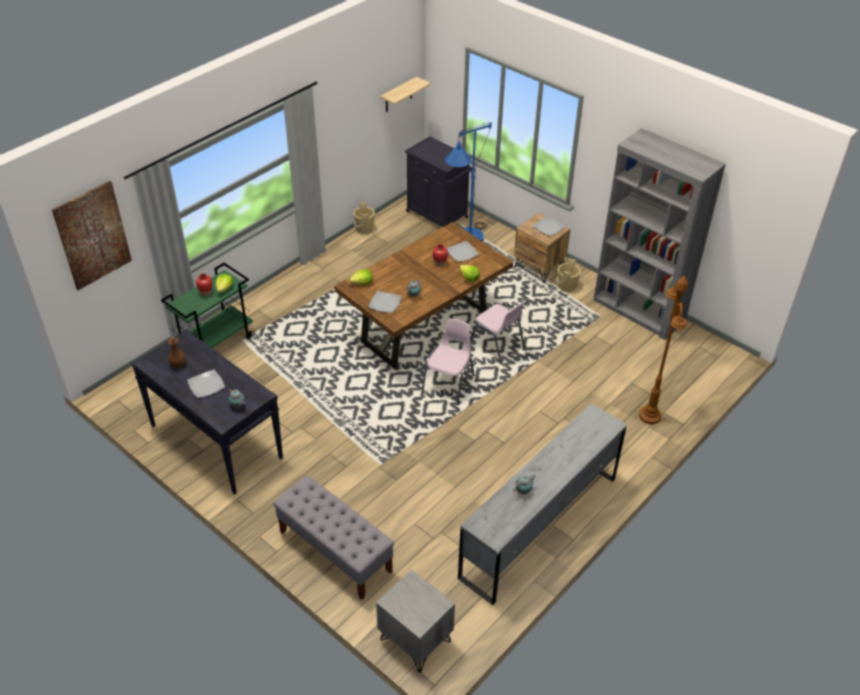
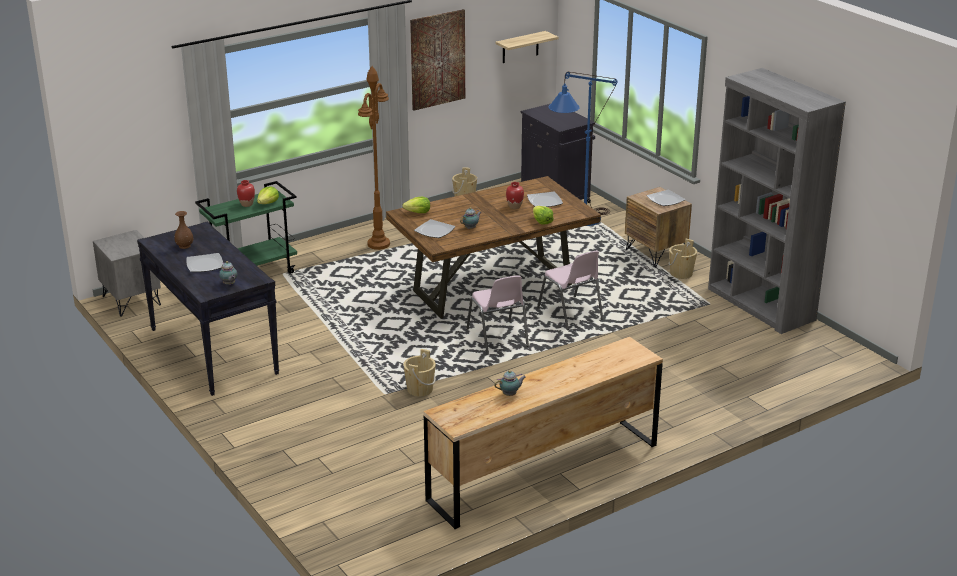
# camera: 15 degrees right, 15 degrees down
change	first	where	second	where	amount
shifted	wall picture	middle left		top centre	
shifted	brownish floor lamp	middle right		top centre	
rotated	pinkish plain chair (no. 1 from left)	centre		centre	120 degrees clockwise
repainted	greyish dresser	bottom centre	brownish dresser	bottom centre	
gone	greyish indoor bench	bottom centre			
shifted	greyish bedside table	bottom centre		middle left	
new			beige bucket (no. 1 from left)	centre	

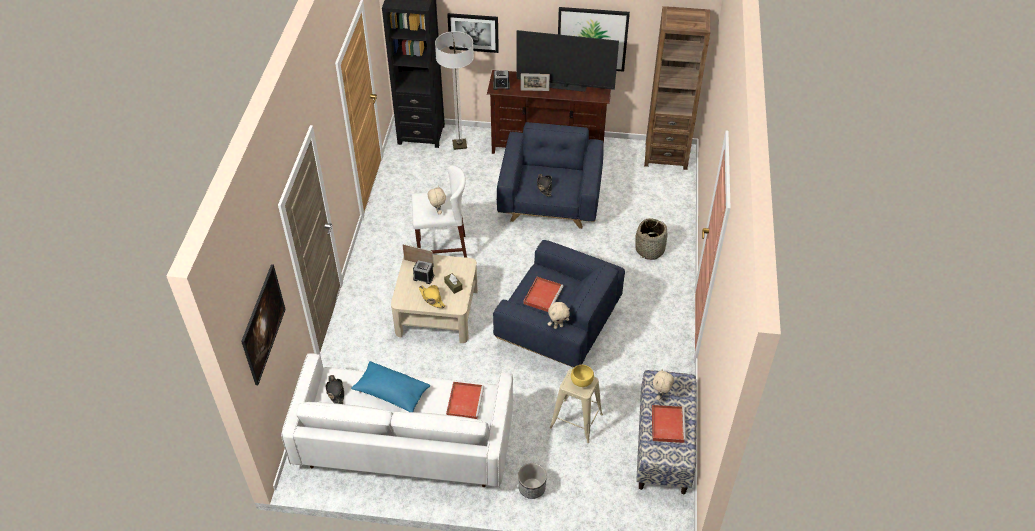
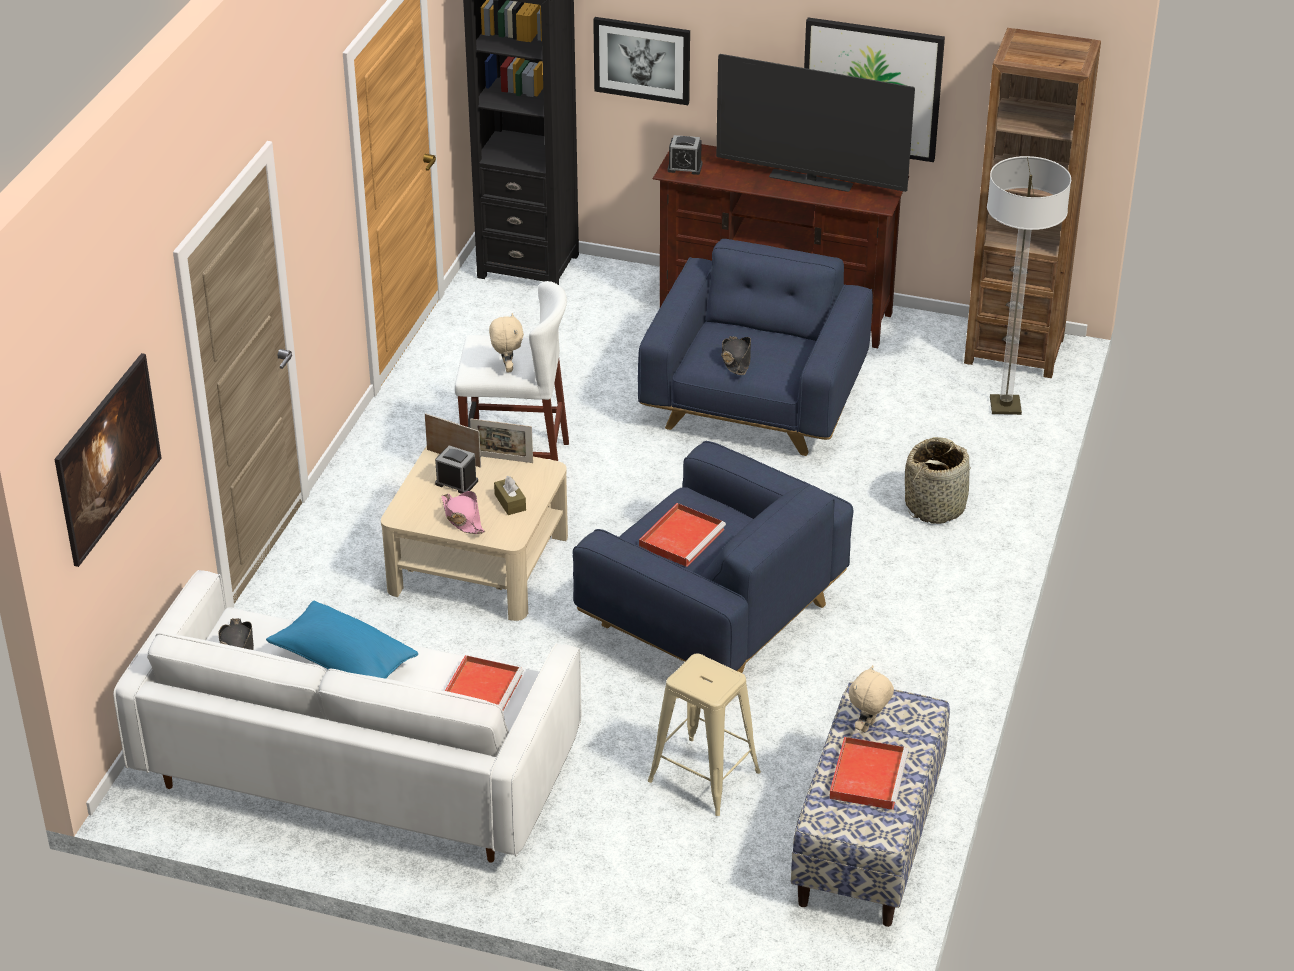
# camera: 10 degrees right, 10 degrees down
change	first	where	second	where	amount
shifted	floor lamp	top centre		top right	
shifted	standing frame (no. 2 from left)	top centre		centre	
repainted	yellowish clothing hat	centre	pinkish clothing hat	centre	
gone	beige cuddly toy (no. 2 from left)	centre			
gone	yellowish bowl	bottom centre			
gone	planter	bottom centre			

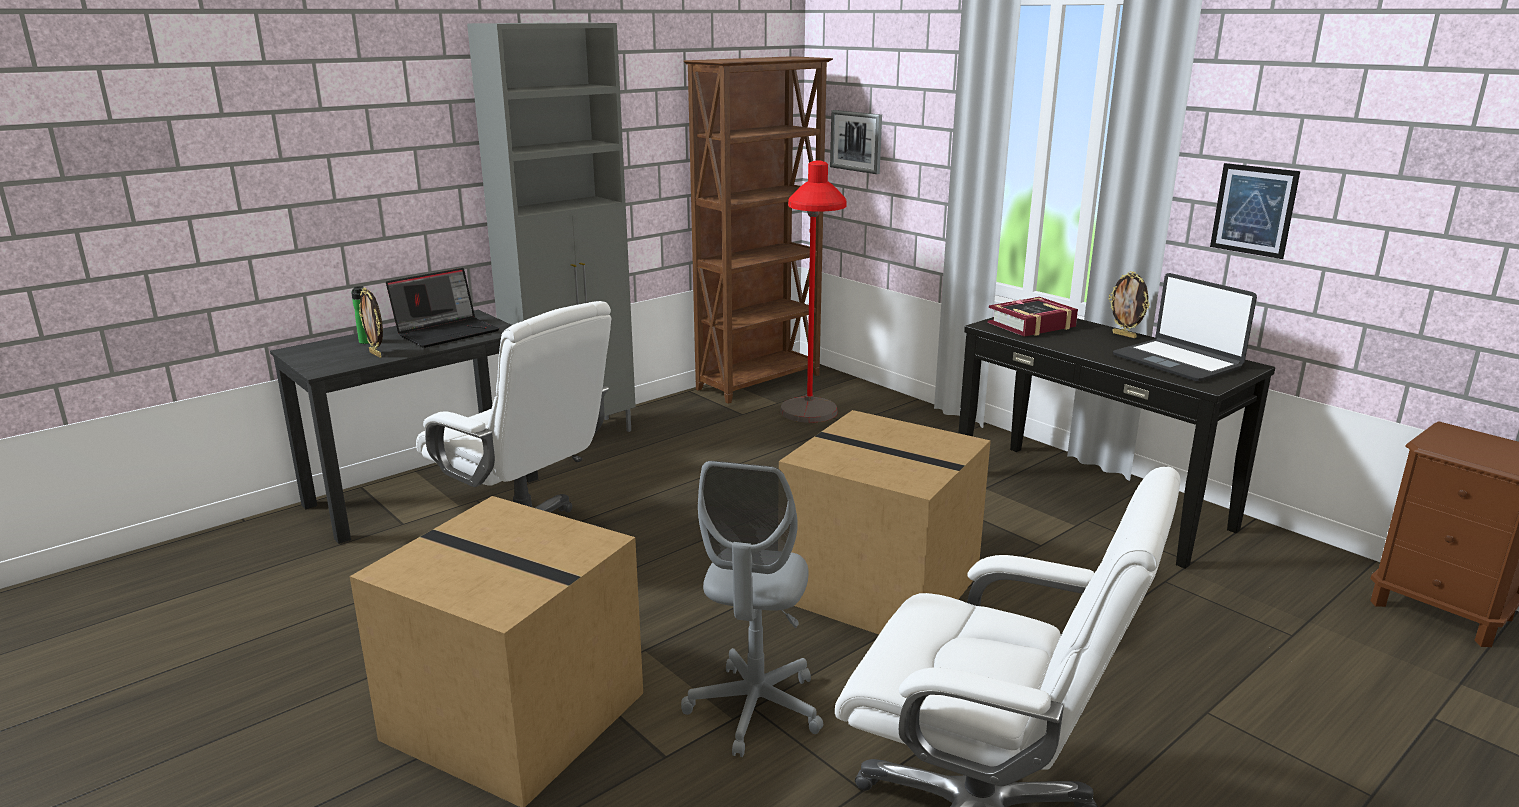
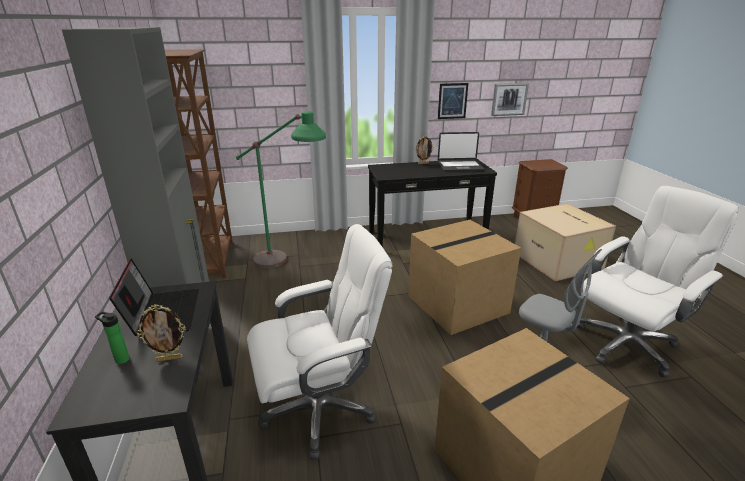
# camera: 60 degrees left, 5 degrees up
change	first	where	second	where	amount
shifted	wall picture (no. 1 from left in the first image)	top centre	wall picture (no. 2 from left)	top right	
repainted	red-coloured floor lamp	centre	green-coloured floor lamp	centre	
gone	book	middle right			
new			cardboard box (no. 3 from left)	middle right	

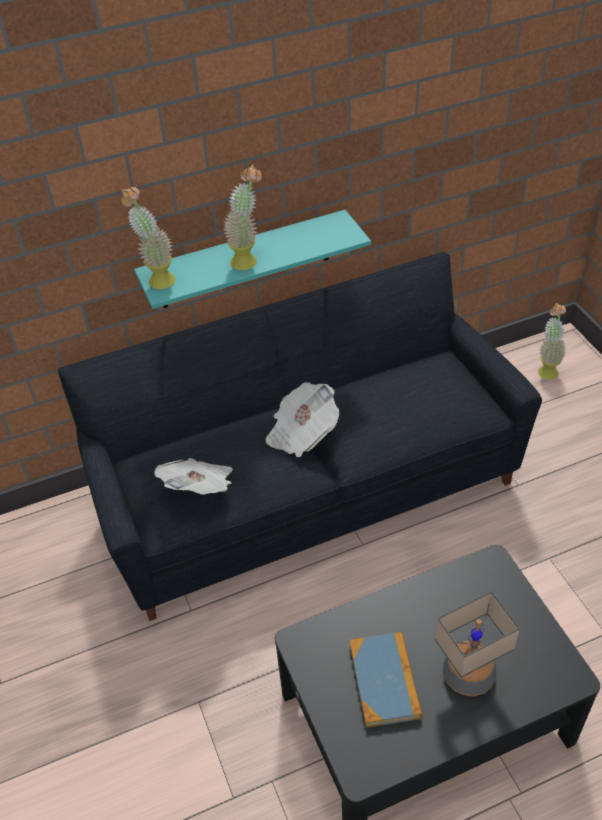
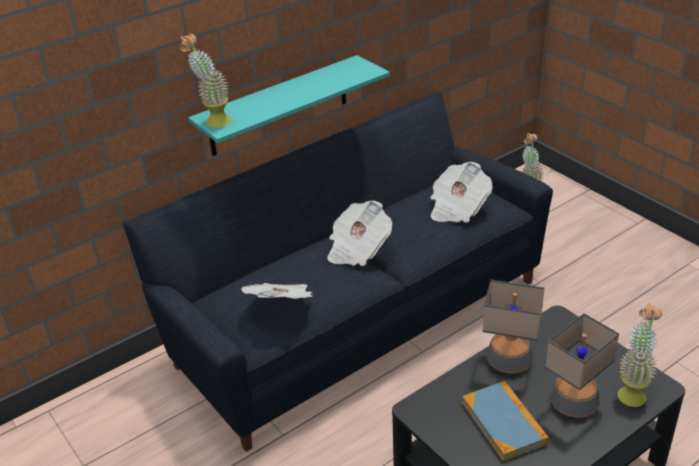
# camera: 15 degrees left, 10 degrees down
change	first	where	second	where	amount
shifted	houseplant (no. 2 from left in the first image)	top centre	houseplant (no. 3 from left)	bottom right	
new			printed paper (no. 3 from left)	centre	
new			table lamp (no. 1 from left)	bottom right	

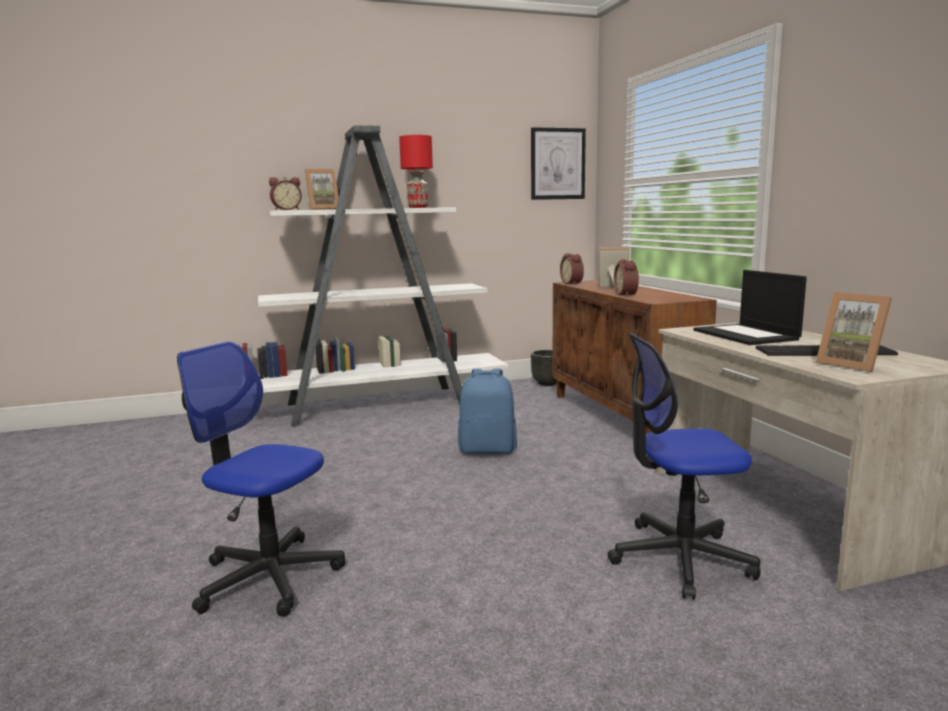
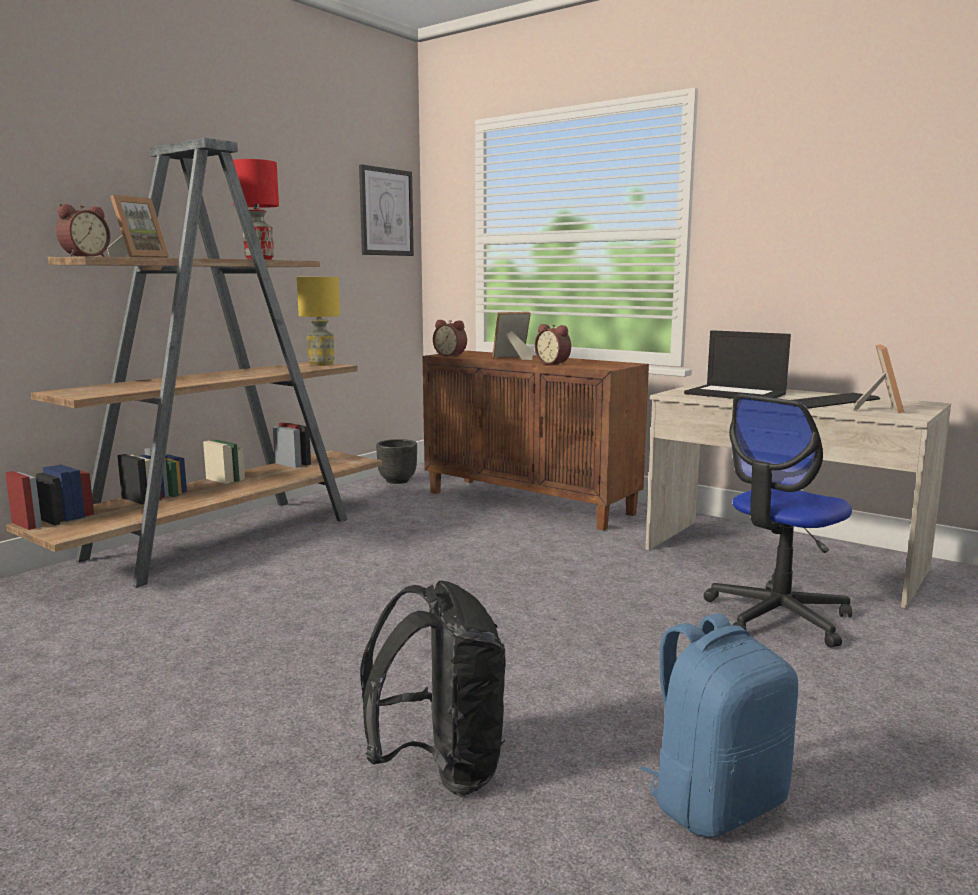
# camera: 35 degrees left, 0 degrees up
change	first	where	second	where	amount
repainted	white bookcase	centre	brownish bookcase	middle left	
rotated	standing frame (no. 3 from left)	middle right		middle right	90 degrees counterclockwise
swapped	computer chair (no. 1 from left)	bottom left	black-coloured knapsack	bottom centre	
shifted	blue-coloured knapsack	centre		bottom right	
new			yellowish table lamp	middle left	

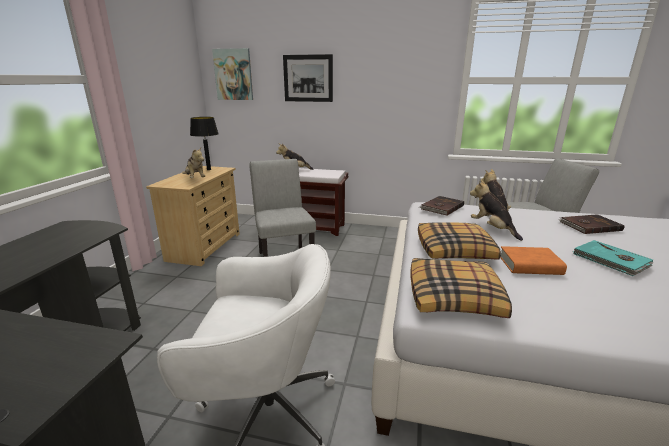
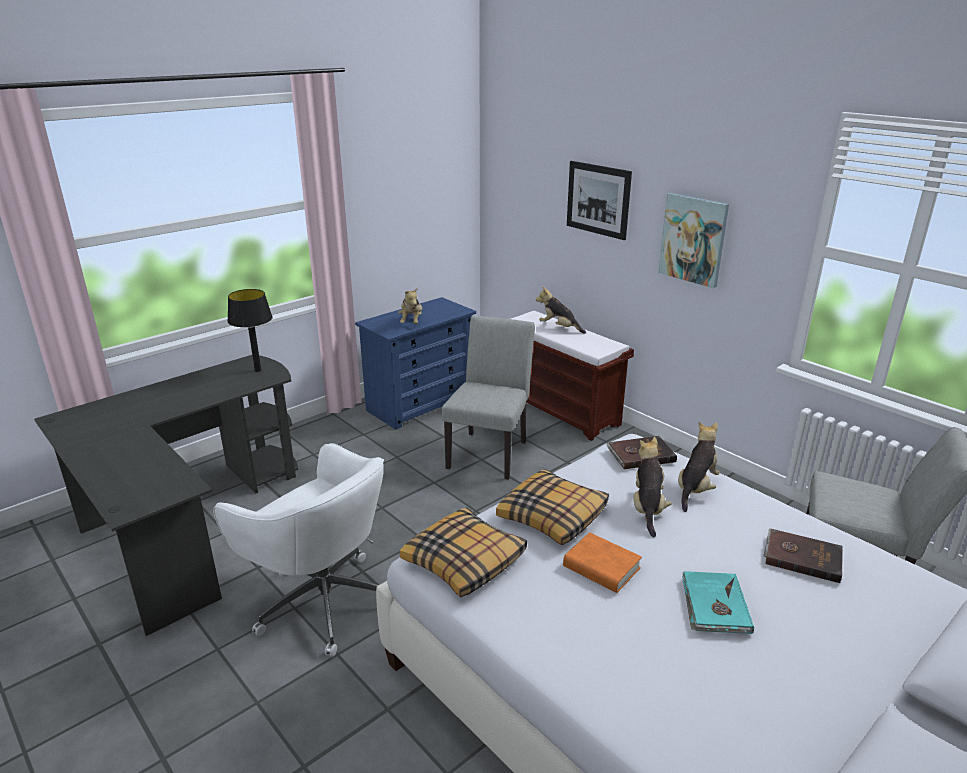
# camera: 35 degrees right, 5 degrees up
change	first	where	second	where	amount
shifted	wall picture (no. 1 from left in the first image)	top centre	wall picture (no. 2 from left)	top right	
shifted	black-coloured table lamp	top left		middle left	
repainted	beige dresser	middle left	blue-coloured dresser	centre	

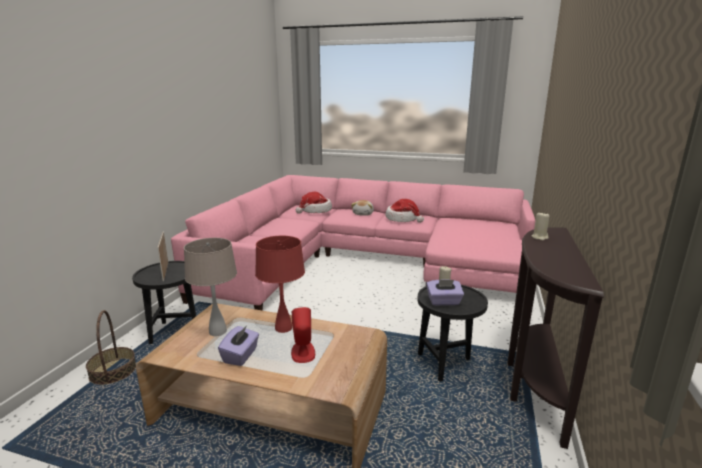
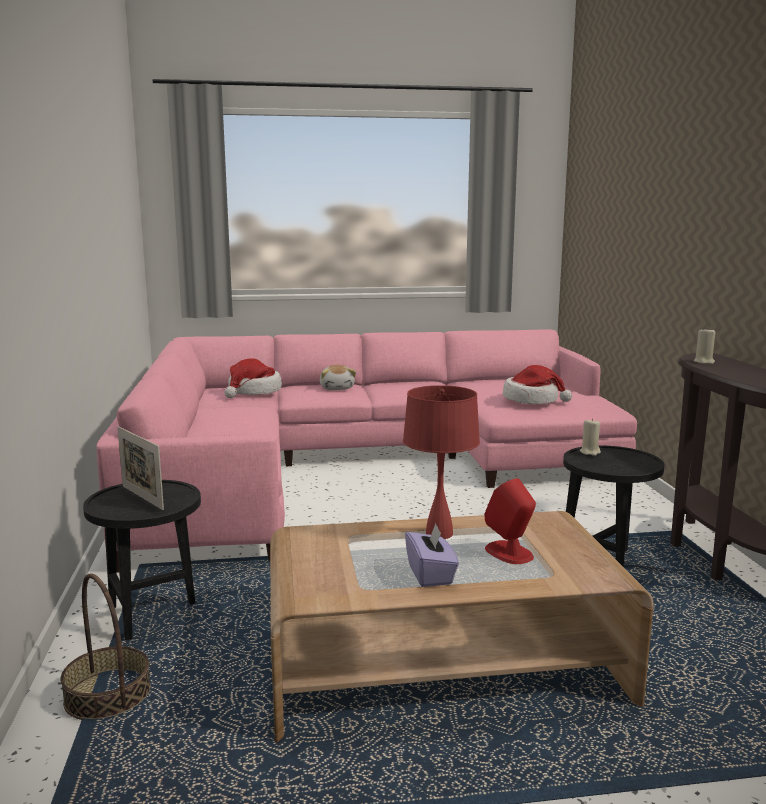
# camera: 25 degrees left, 5 degrees down
change	first	where	second	where	amount
shifted	clothing hat (no. 2 from left)	centre		middle right	
gone	beige table lamp	middle left			
gone	purple tissue holder (no. 2 from left)	centre			

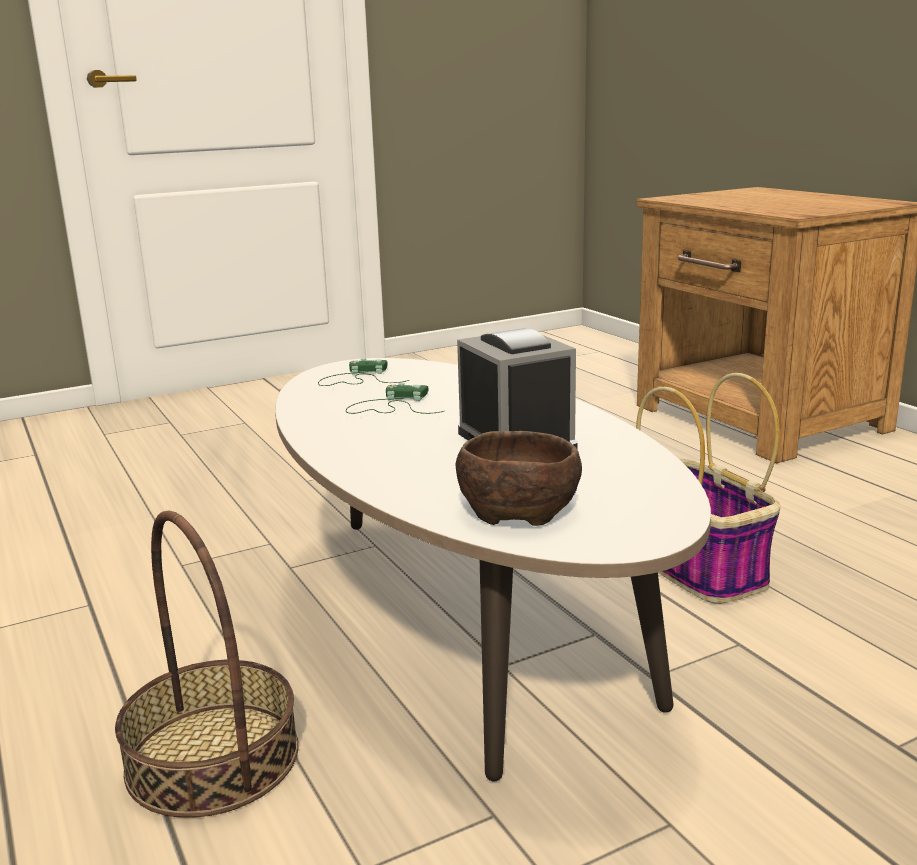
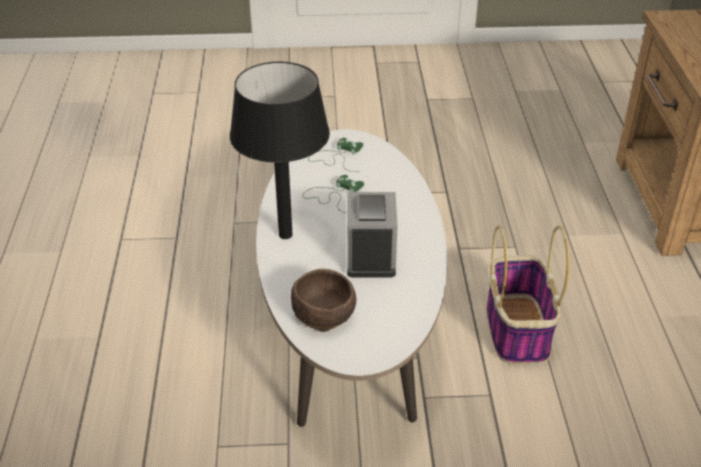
# camera: 25 degrees right, 20 degrees up
change	first	where	second	where	amount
gone	storage basket (no. 1 from left)	bottom left			
new			black-coloured table lamp	top centre	

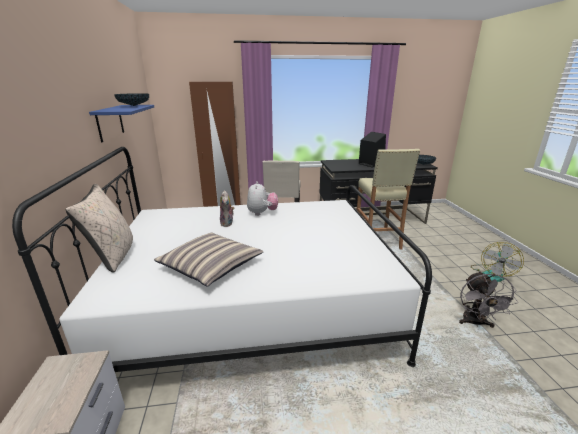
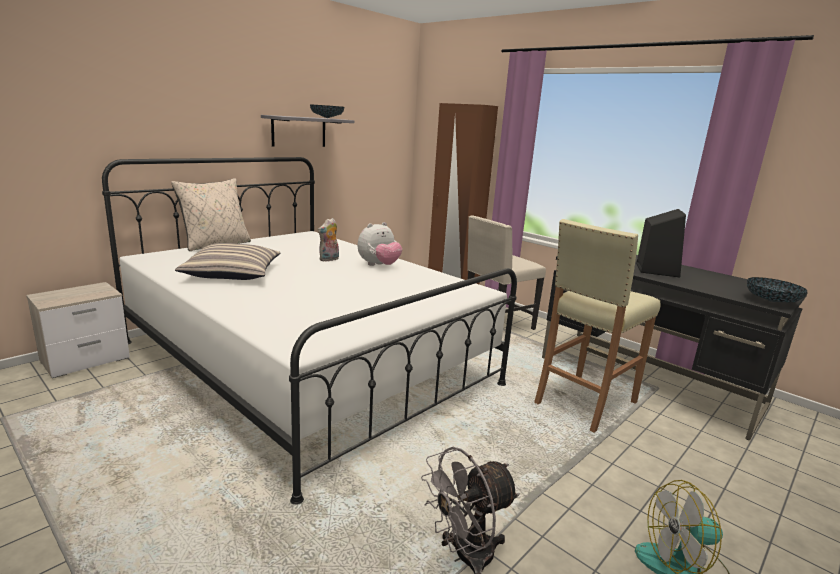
# camera: 50 degrees right, 5 degrees down
change	first	where	second	where	amount
repainted	blue-coloured shelf	top left	greyish shelf	top centre	

